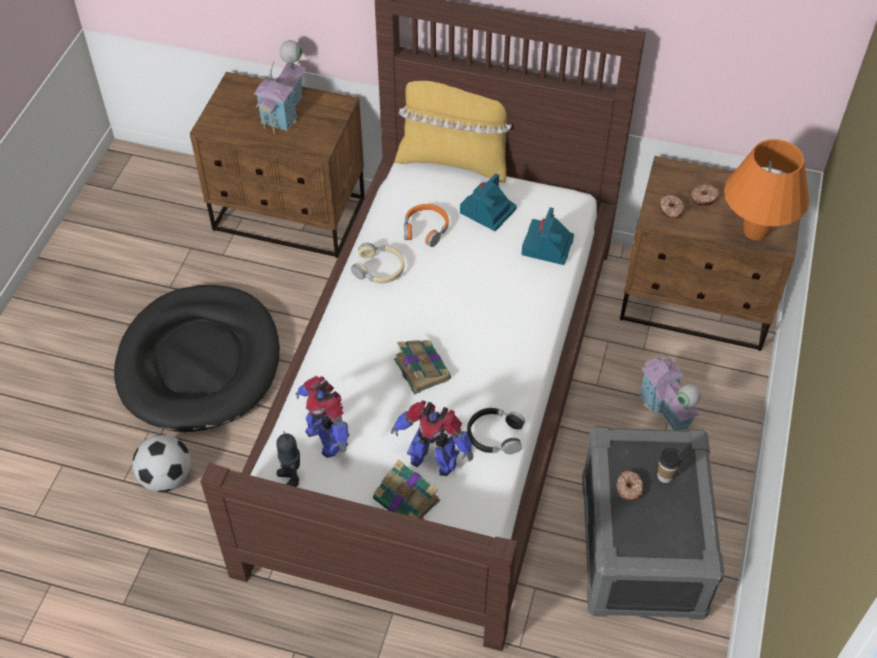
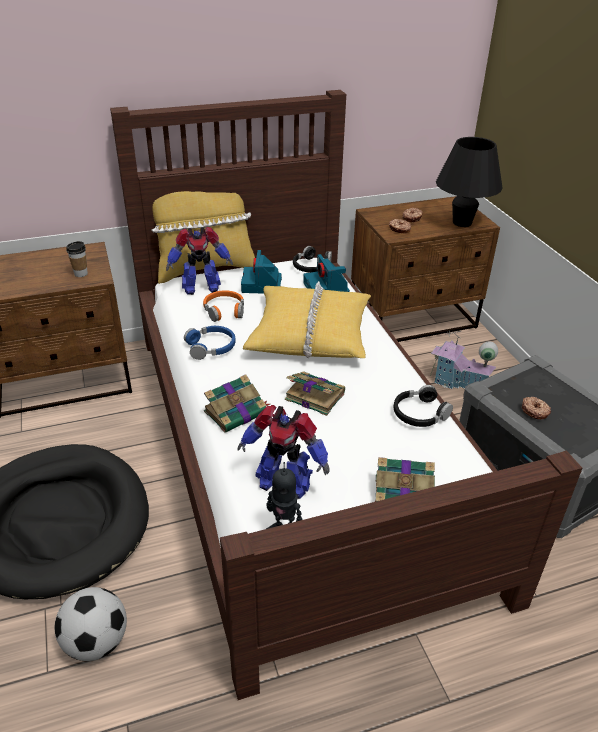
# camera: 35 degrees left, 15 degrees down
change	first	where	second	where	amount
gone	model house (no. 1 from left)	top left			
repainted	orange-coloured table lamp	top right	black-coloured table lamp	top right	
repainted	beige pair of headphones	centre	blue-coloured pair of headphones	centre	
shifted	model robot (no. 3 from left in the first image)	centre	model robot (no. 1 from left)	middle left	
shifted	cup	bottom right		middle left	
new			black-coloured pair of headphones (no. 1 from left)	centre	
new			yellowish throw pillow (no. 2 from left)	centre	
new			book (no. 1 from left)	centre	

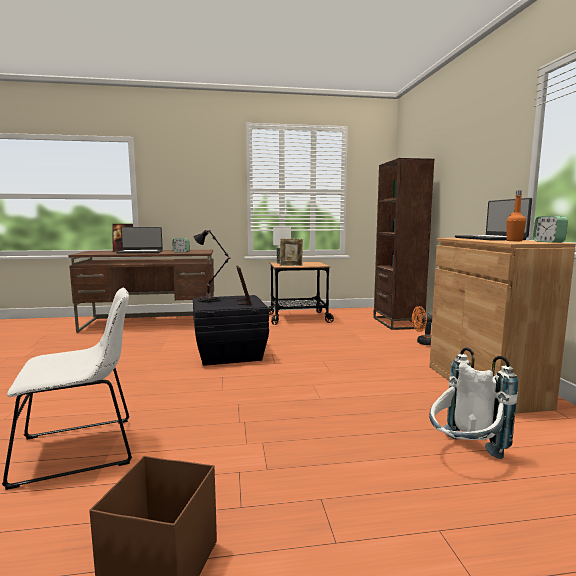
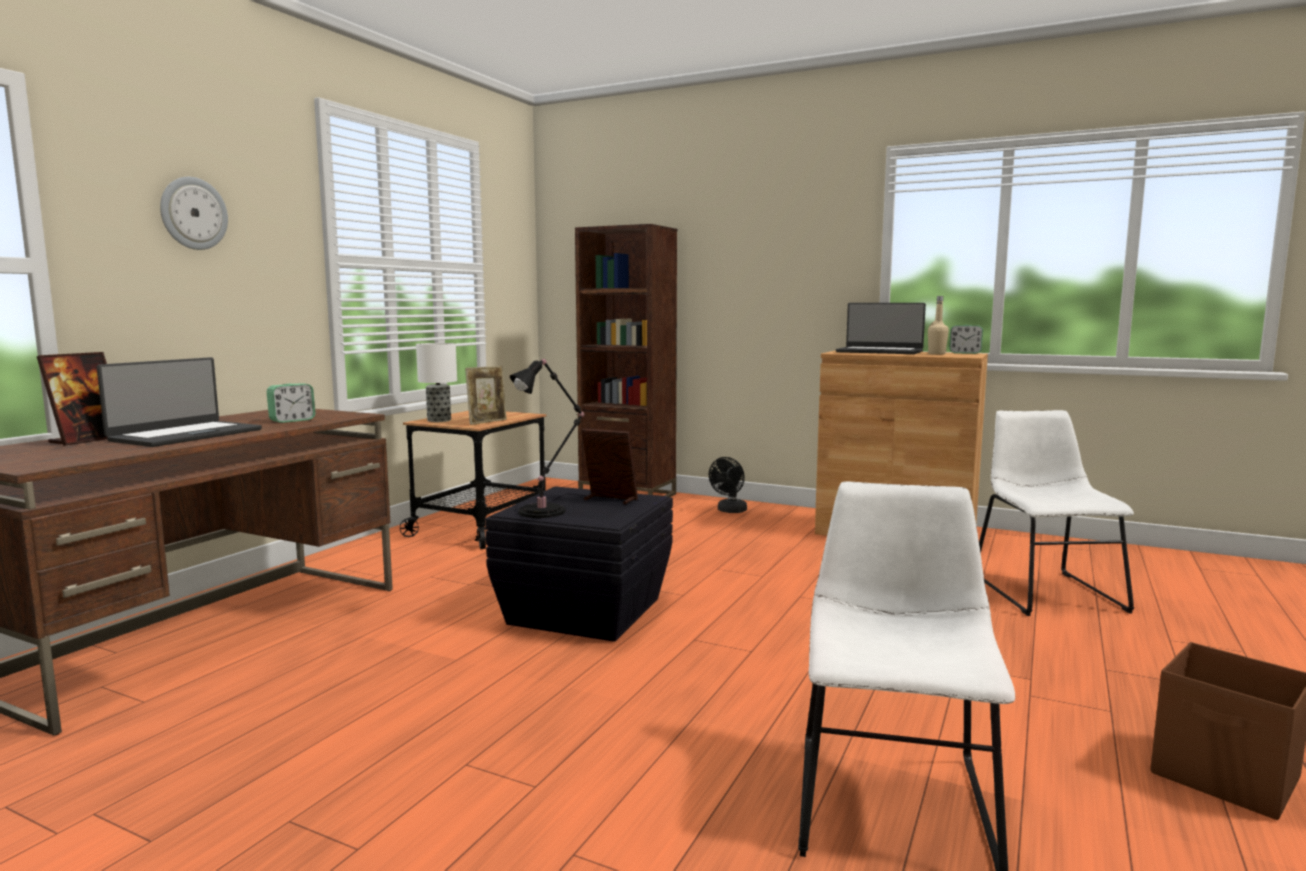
# camera: 55 degrees left, 0 degrees up
change	first	where	second	where	amount
repainted	orange-coloured drink bottle	middle right	beige drink bottle	middle right	
repainted	orange-coloured cooling fan	middle right	black-coloured cooling fan	centre	
swapped	white knapsack	bottom right	white plain chair (no. 2 from left)	middle right	
new			clock on the wall	top left	

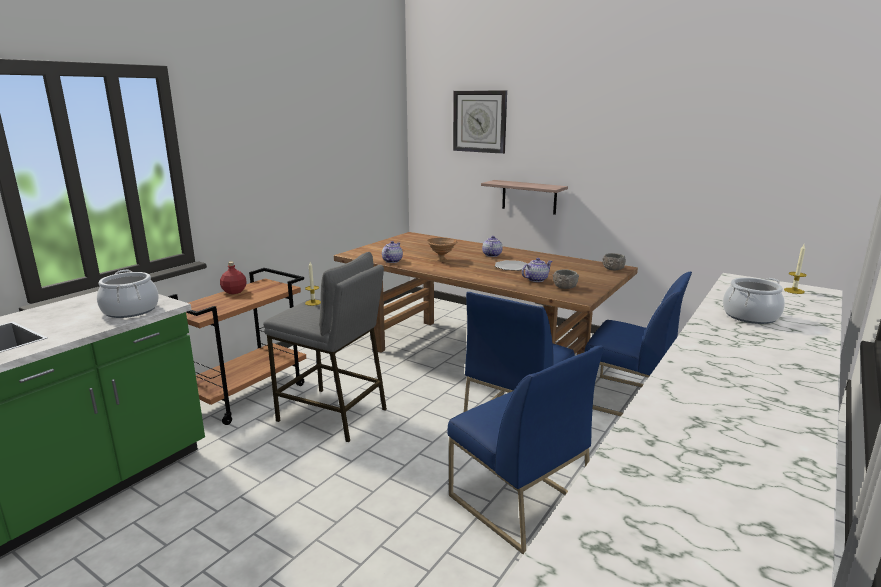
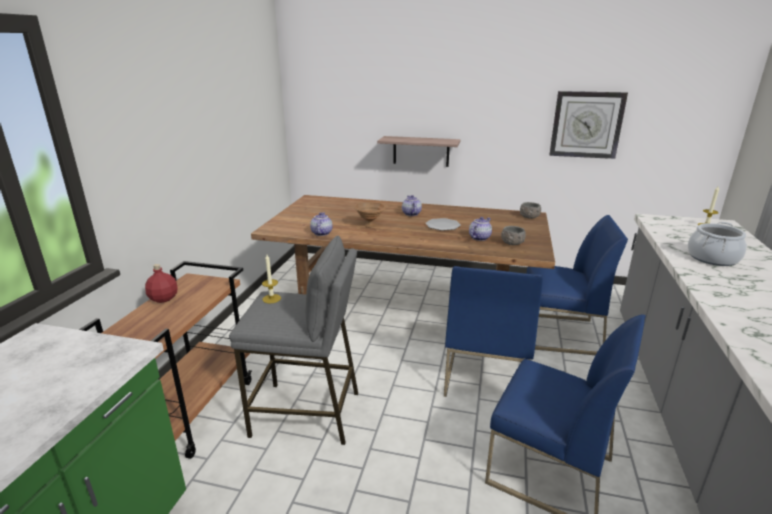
# camera: 20 degrees left, 5 degrees up
change	first	where	second	where	amount
shifted	clock on the wall	top centre		top right	
gone	stockpot (no. 1 from left)	middle left			

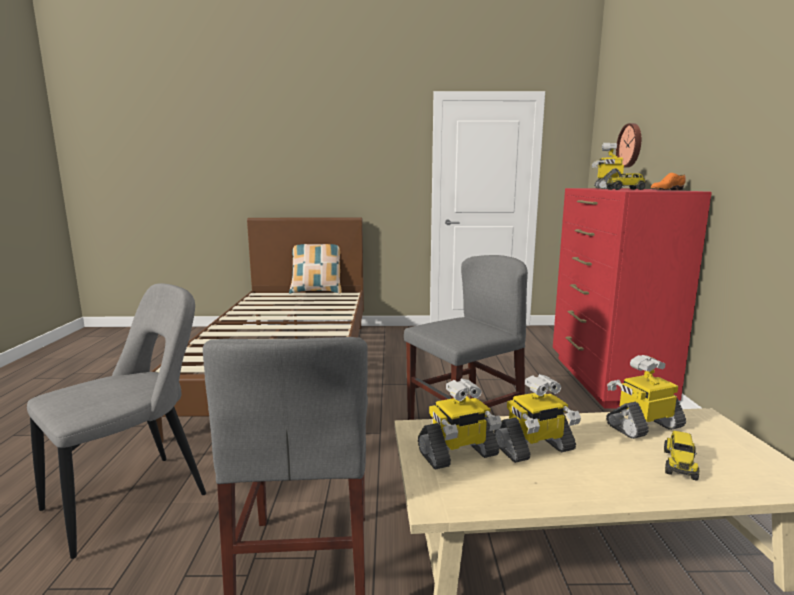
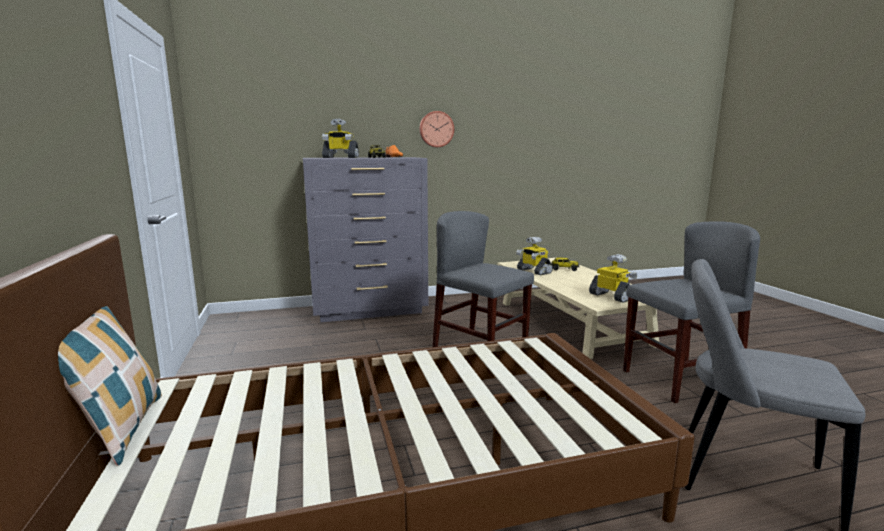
# camera: 105 degrees left, 0 degrees up
change	first	where	second	where	amount
shifted	clock on the wall	top right		top centre	
repainted	red-coloured dresser	middle right	greyish dresser	centre	
gone	model robot (no. 2 from left)	bottom right			

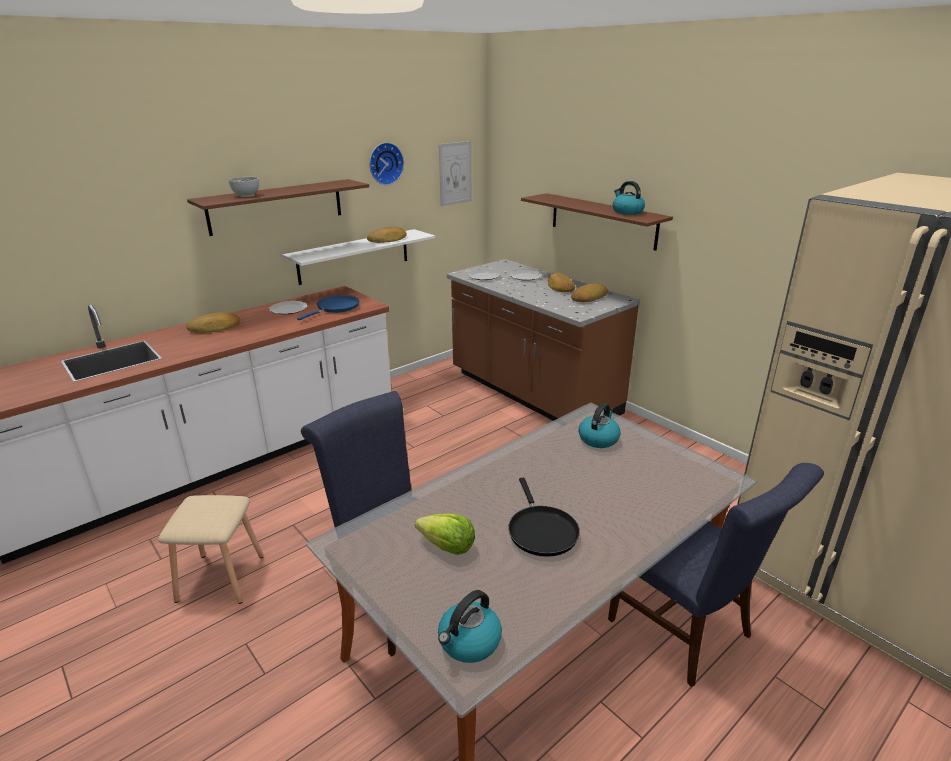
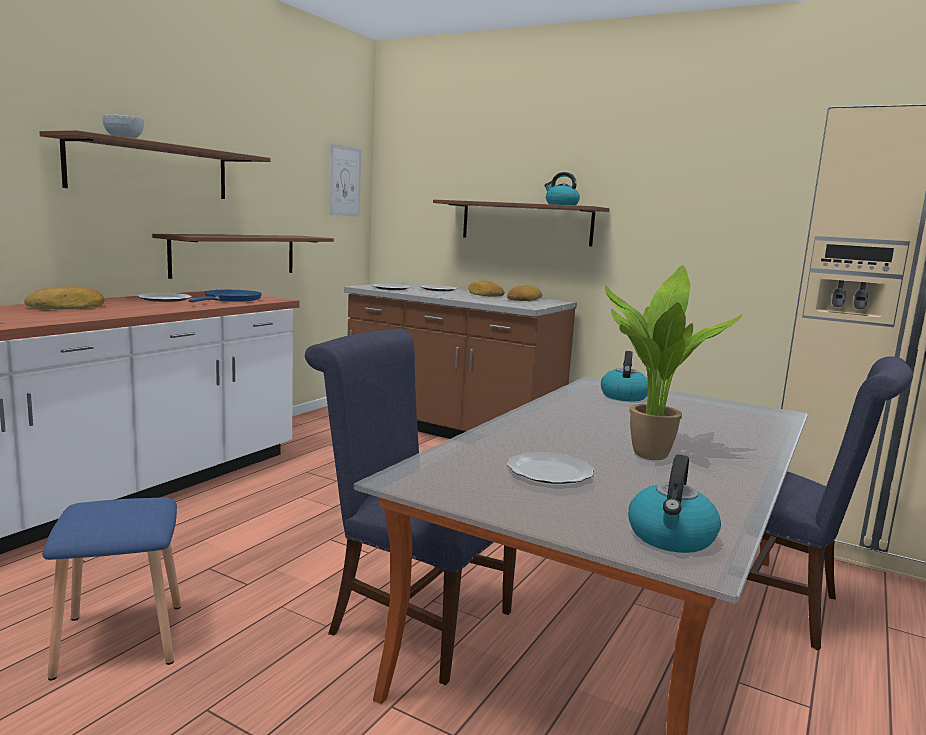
# camera: 20 degrees left, 15 degrees down
change	first	where	second	where	amount
gone	clock on the wall	top centre			
gone	bread (no. 2 from left)	top centre			
repainted	white shelf	centre	brownish shelf (no. 2 from left)	middle left	
swapped	black-coloured frying pan	bottom centre	houseplant	middle right	
repainted	beige stool seat	bottom left	blue-coloured stool seat	bottom left	
swapped	head of lettuce	bottom centre	dinner plate (no. 4 from left)	centre	

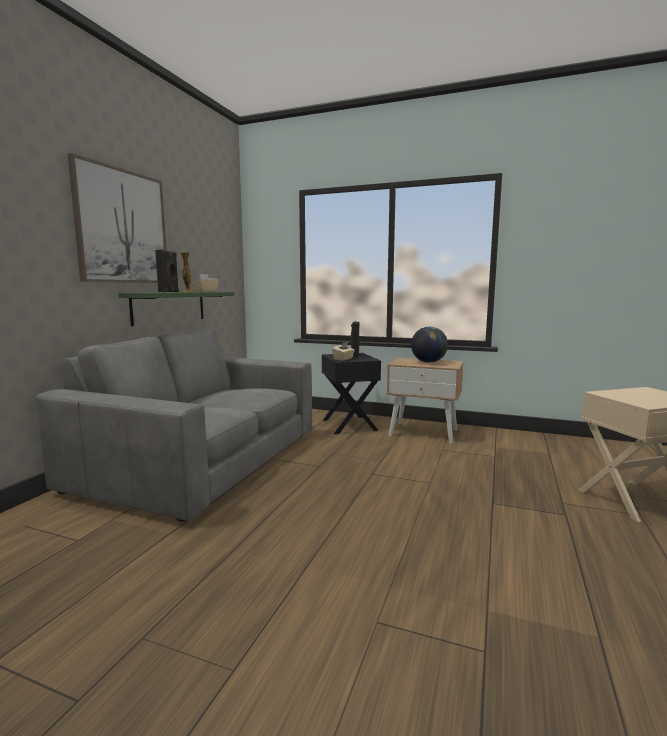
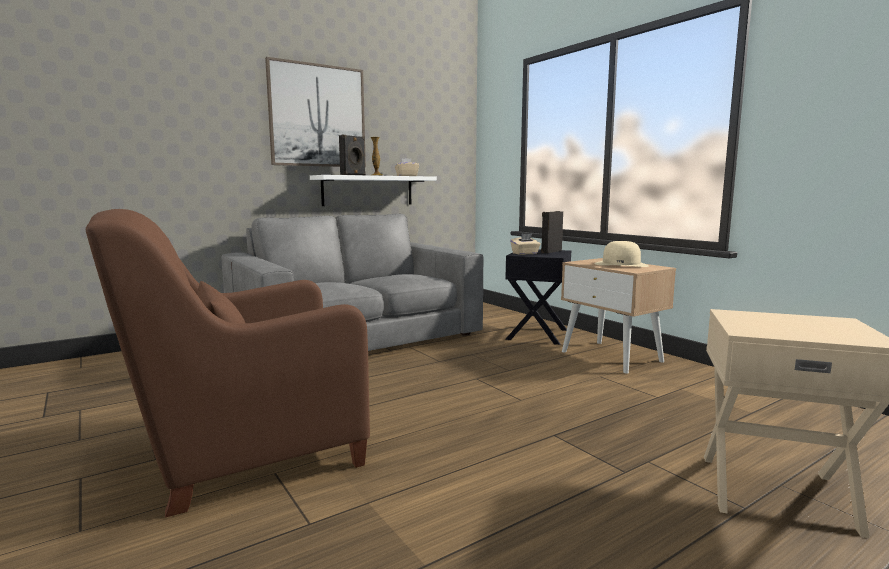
# camera: 35 degrees right, 0 degrees up
change	first	where	second	where	amount
repainted	green-coloured shelf	middle left	white shelf	centre	
swapped	desk globe	centre	beige clothing hat	middle right	
new			brownish armchair	middle left	

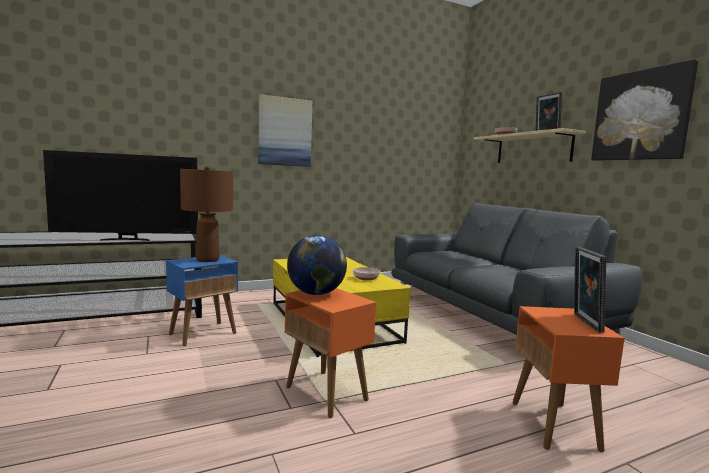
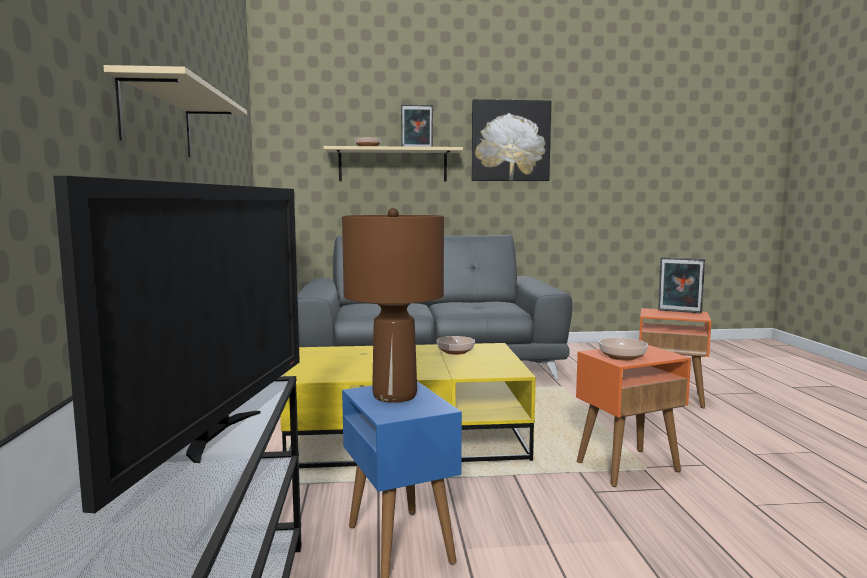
# camera: 70 degrees left, 0 degrees up
change	first	where	second	where	amount
swapped	wall picture (no. 1 from left)	top centre	beige shelf (no. 1 from left)	top left	
swapped	desk globe	centre	bowl (no. 3 from left)	middle right	

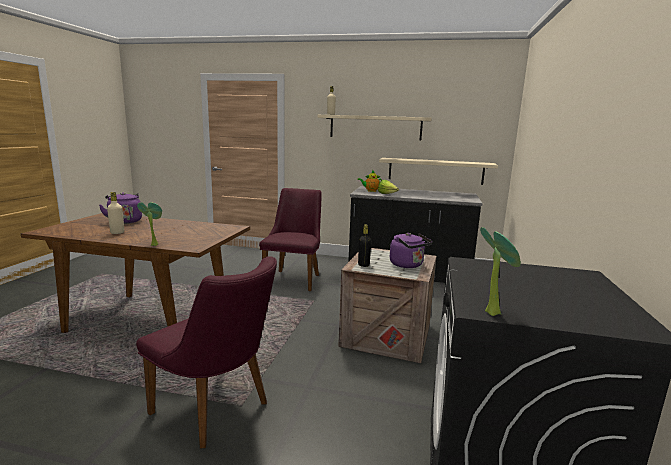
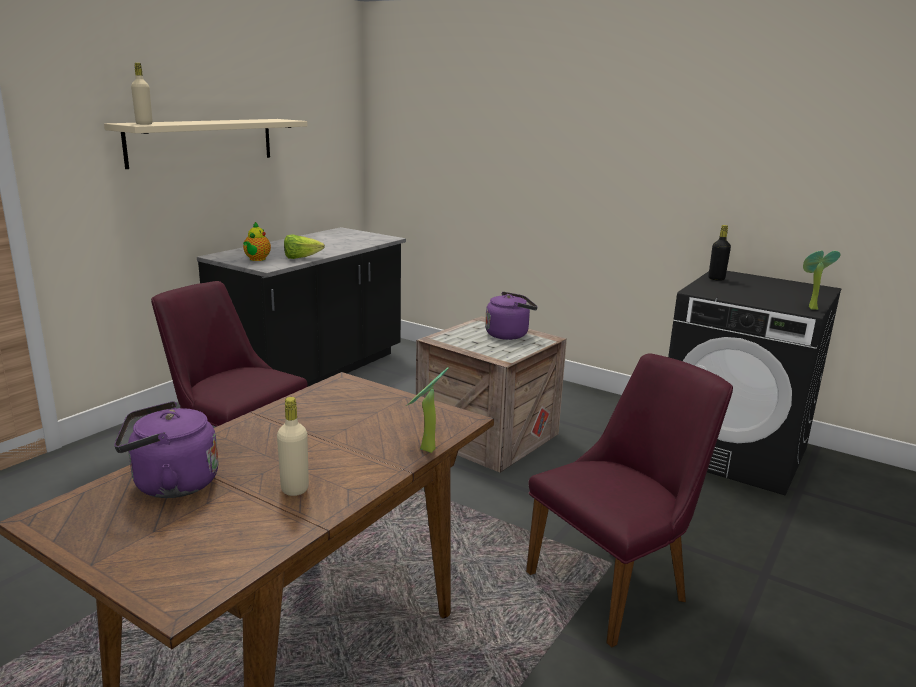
# camera: 70 degrees left, 5 degrees up
change	first	where	second	where	amount
gone	beige shelf (no. 2 from left)	centre			
shifted	black-coloured drink bottle	centre		middle right	

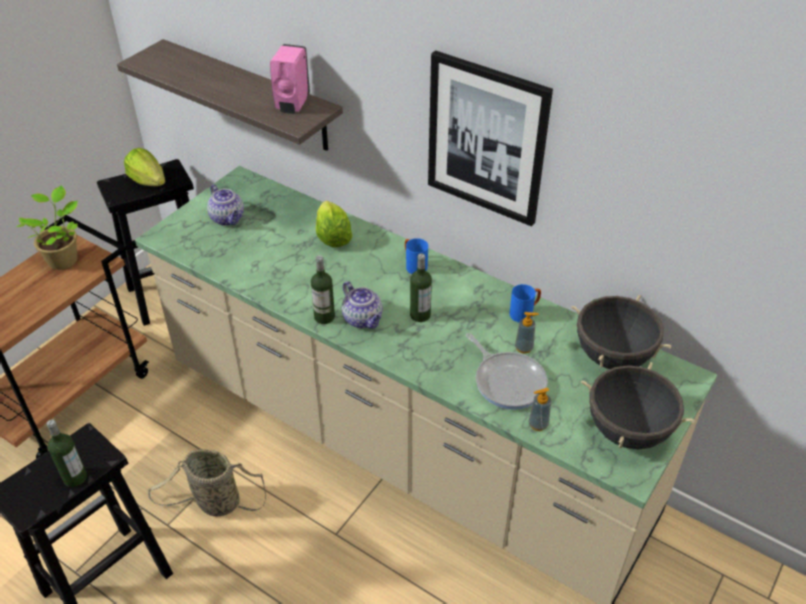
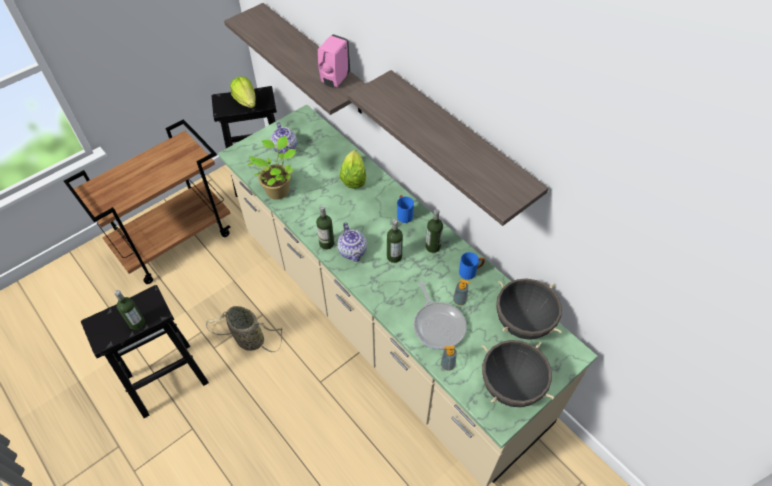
# camera: 15 degrees right, 10 degrees up
change	first	where	second	where	amount
swapped	wall picture	top centre	shelf (no. 2 from left)	top centre	
shifted	houseplant	middle left		centre	
new			drink bottle (no. 4 from left)	centre	

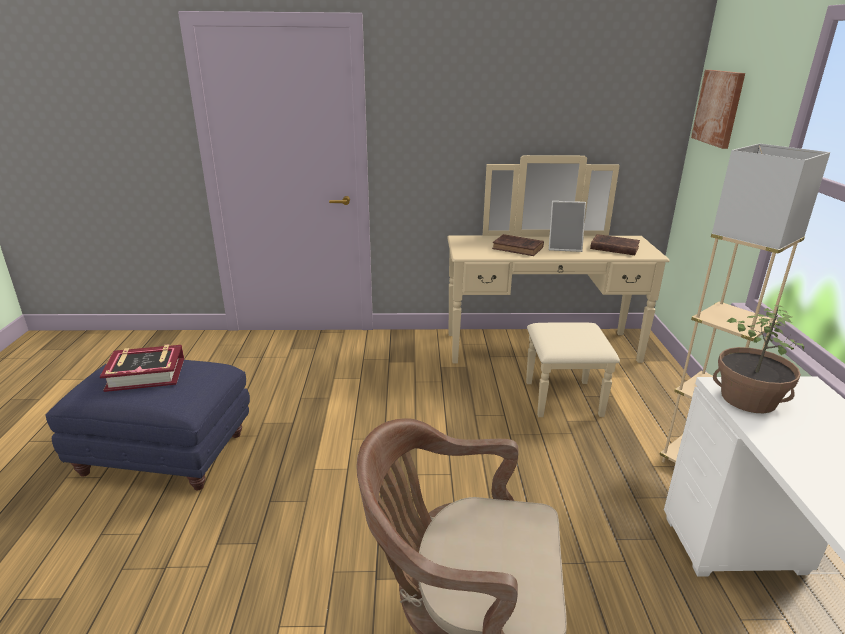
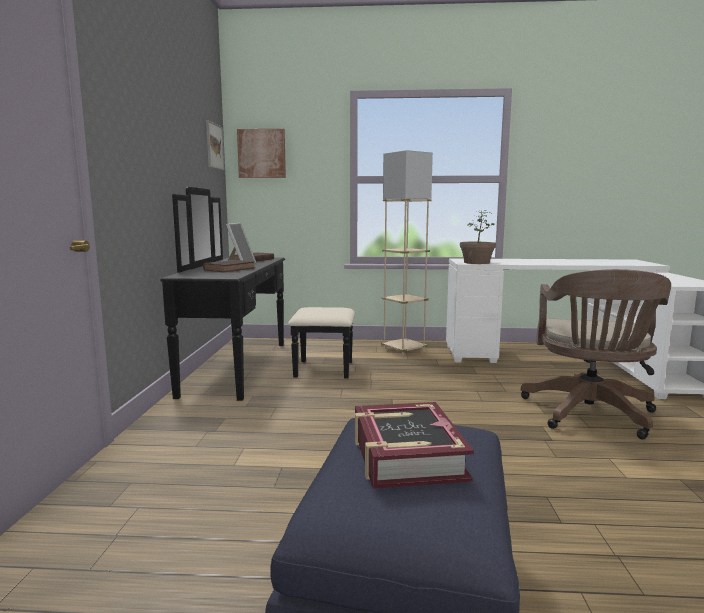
# camera: 85 degrees left, 15 degrees down
change	first	where	second	where	amount
repainted	beige dresser	centre	black-coloured dresser	centre	
new			wall picture (no. 1 from left)	top left	

